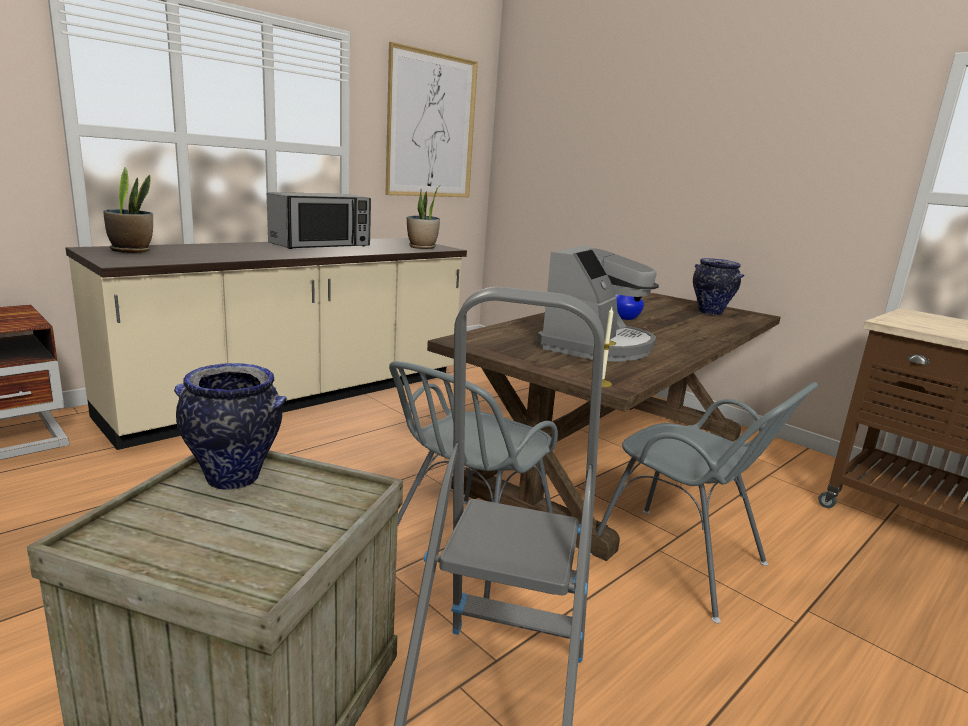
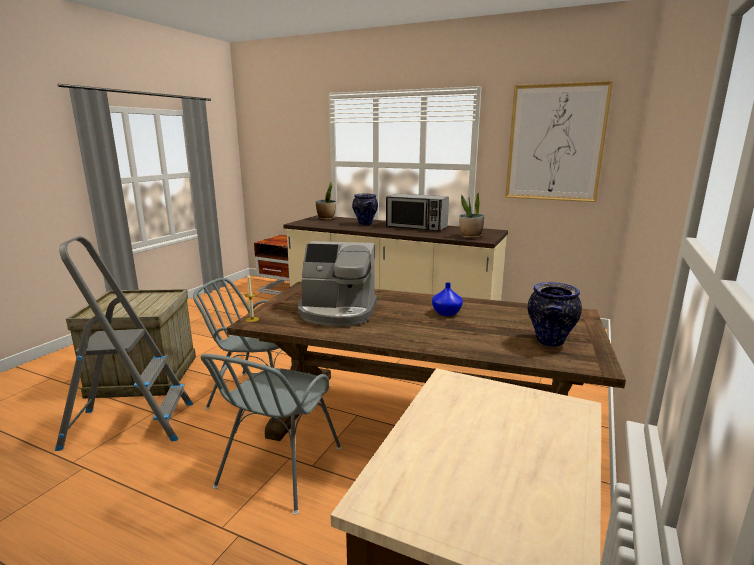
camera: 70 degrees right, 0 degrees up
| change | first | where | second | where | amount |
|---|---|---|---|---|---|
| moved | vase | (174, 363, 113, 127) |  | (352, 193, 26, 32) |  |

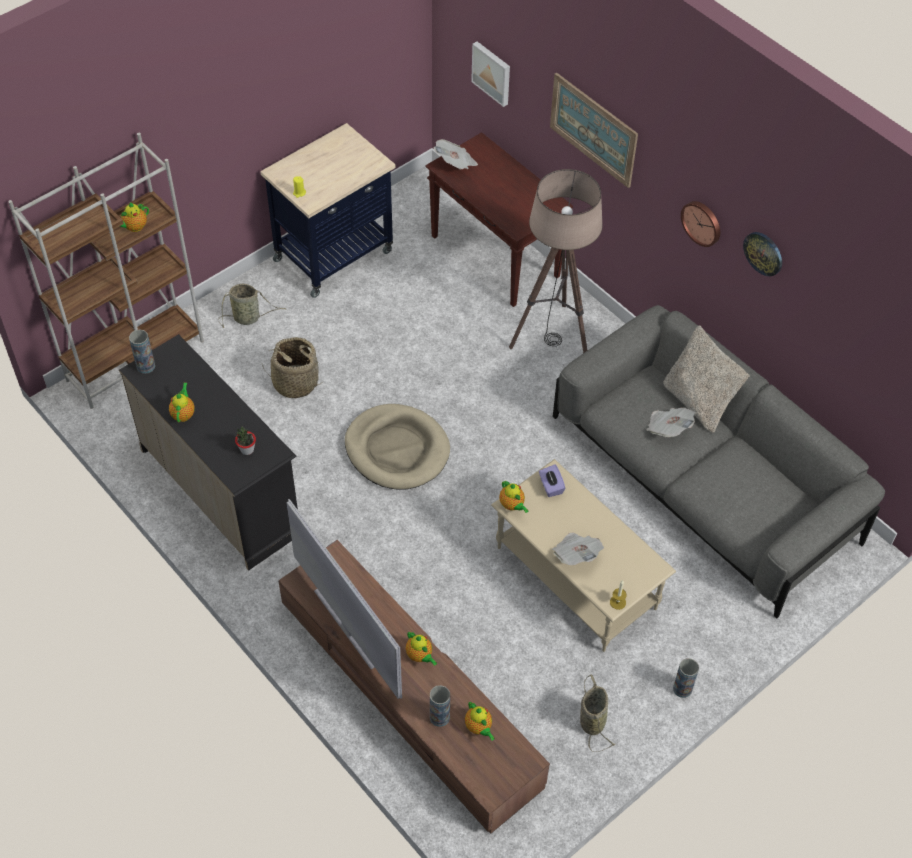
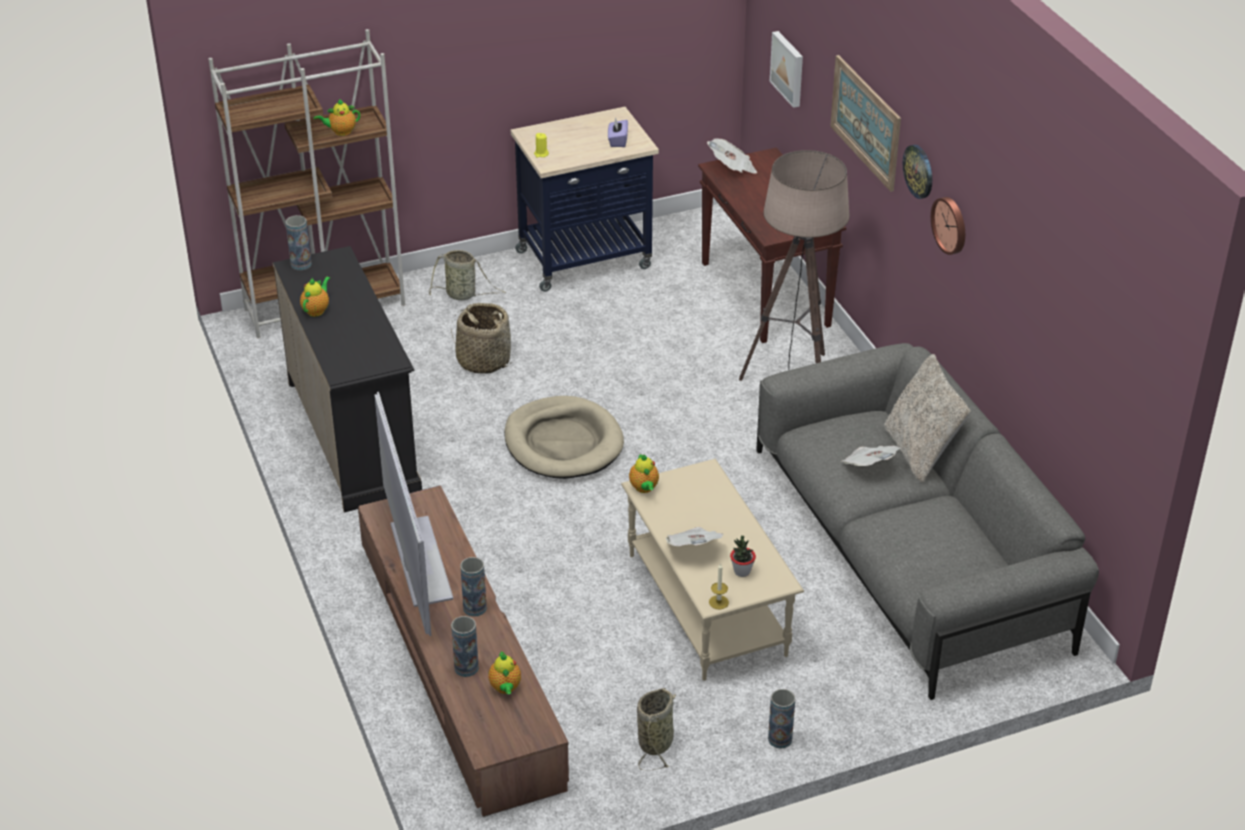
camera: 20 degrees right, 15 degrees down
| change | first | where | second | where | amount |
|---|---|---|---|---|---|
| moved | wall clock | (743, 232, 39, 44) |  | (903, 145, 29, 54) |  |
| moved | potted plant | (235, 427, 21, 28) |  | (730, 536, 26, 41) |  |
| moved | purple tissue box | (539, 465, 26, 32) |  | (608, 117, 20, 30) |  |
| replaced | teapot | (406, 632, 31, 34) | vase | (460, 557, 27, 60) |  |

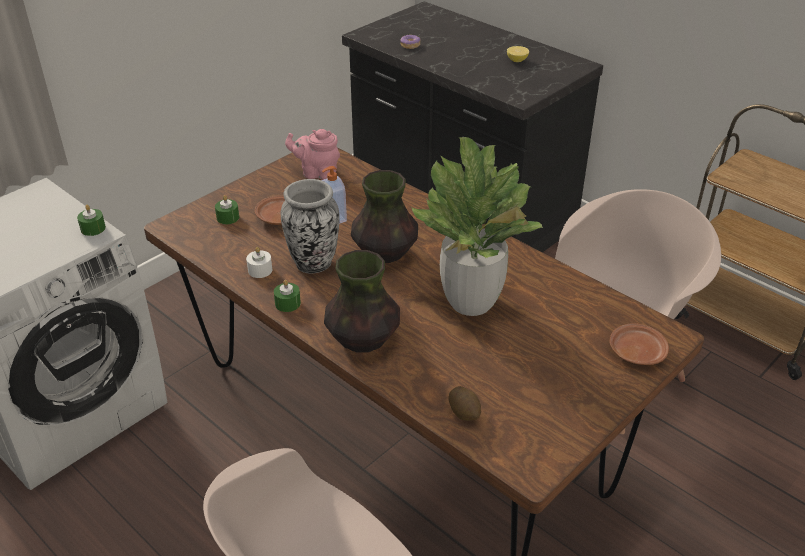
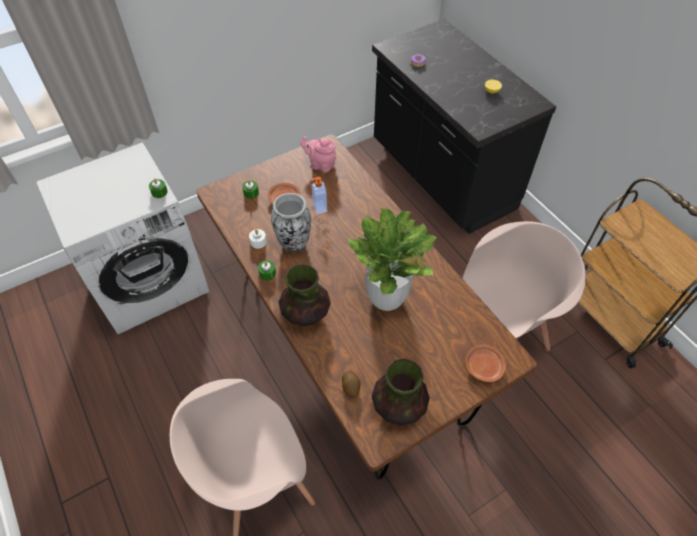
camera: 15 degrees right, 15 degrees up
| change | first | where | second | where | amount |
|---|---|---|---|---|---|
| moved | vase | (351, 170, 67, 93) |  | (372, 359, 58, 67) |  |

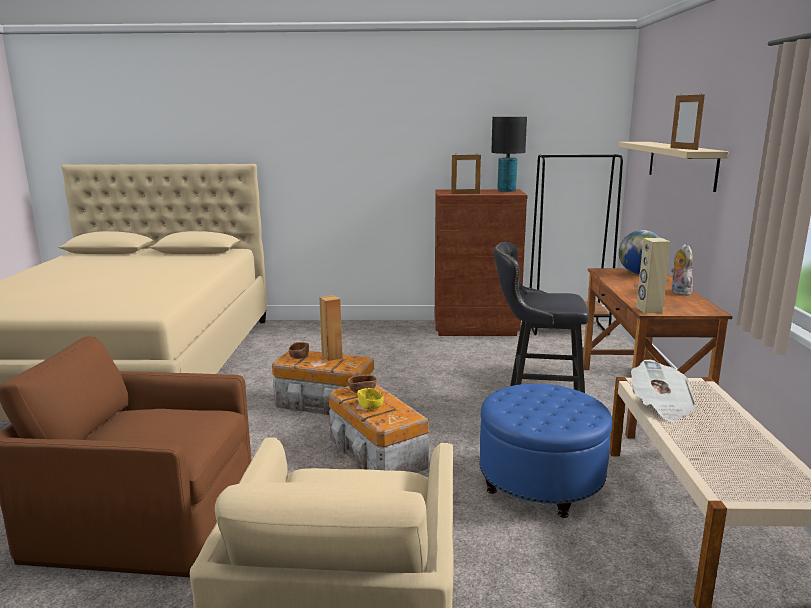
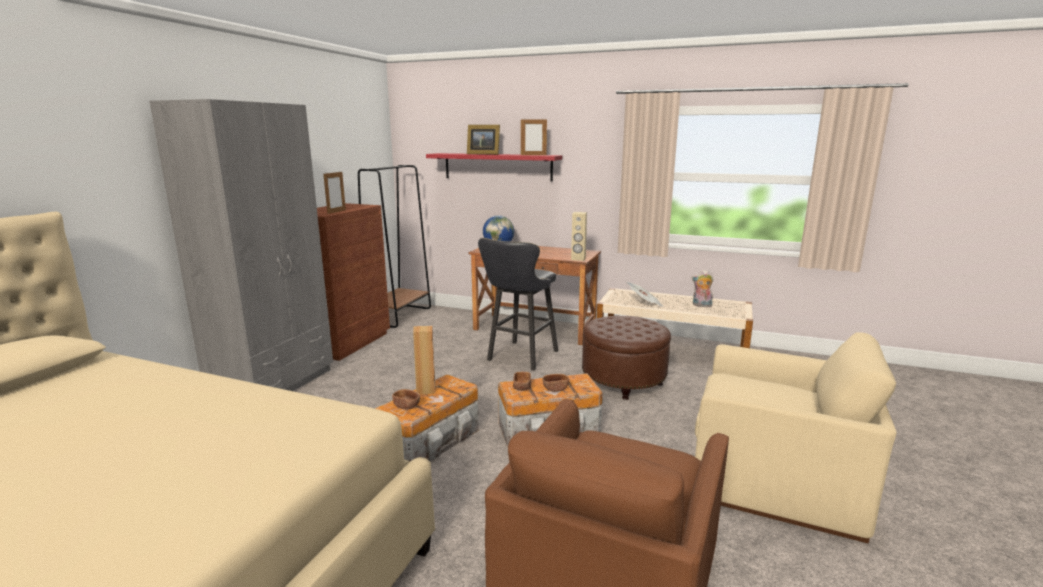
camera: 70 degrees left, 0 degrees up
| change | first | where | second | where | amount |
|---|---|---|---|---|---|
| removed | black table lamp | (491, 117, 36, 75) |  |  |  |
| recoloured | beige shelf | (618, 142, 110, 50) | red shelf | (426, 153, 136, 29) |  |
| moved | plush toy | (671, 244, 22, 51) |  | (692, 270, 22, 37) |  |
| recoloured | blue ottoman | (479, 384, 133, 134) | brown ottoman | (582, 316, 89, 84) |  |
| recoloured | yellow bowl | (357, 388, 26, 22) | brown bowl | (542, 374, 27, 18) |  |
| added |  |  | grey wardrobe | (149, 99, 184, 292) |  |
| added |  |  | picture frame | (467, 125, 33, 30) |  |

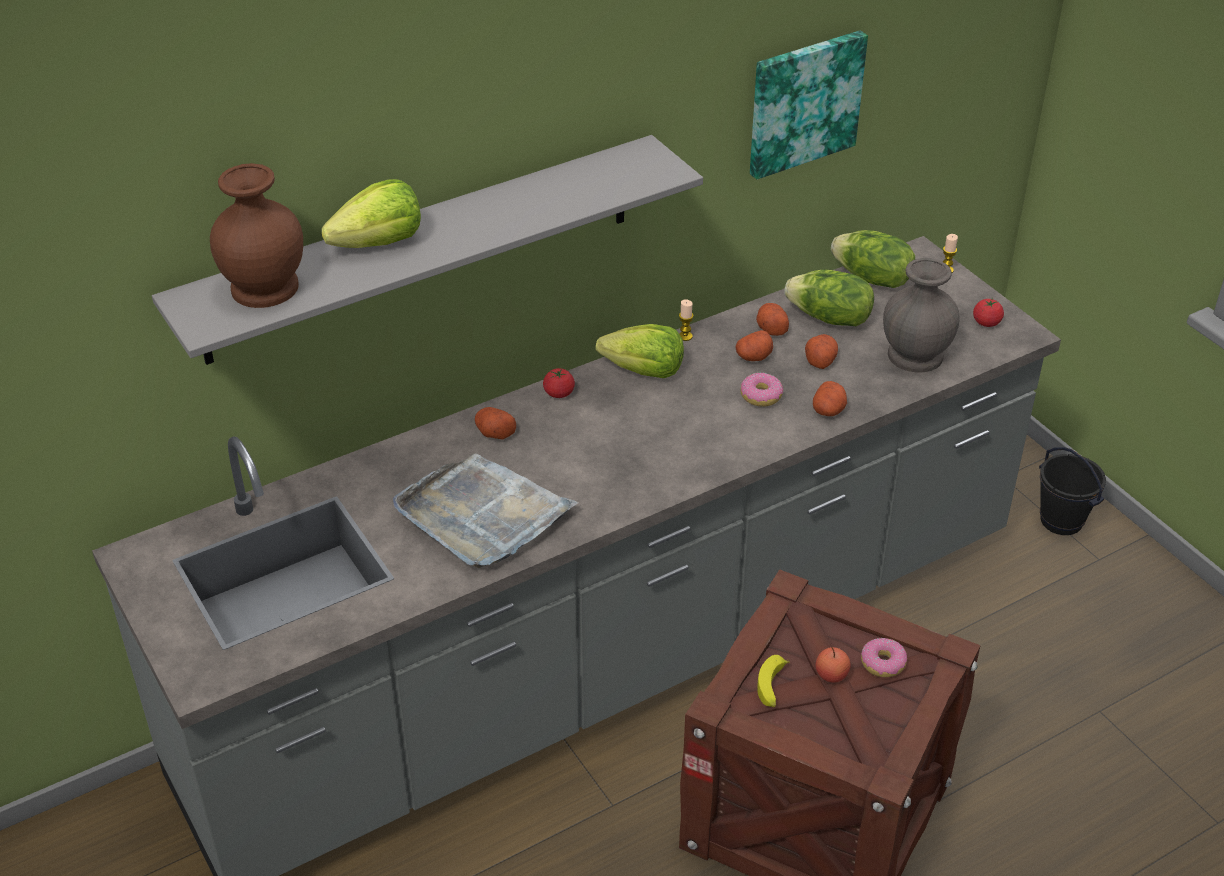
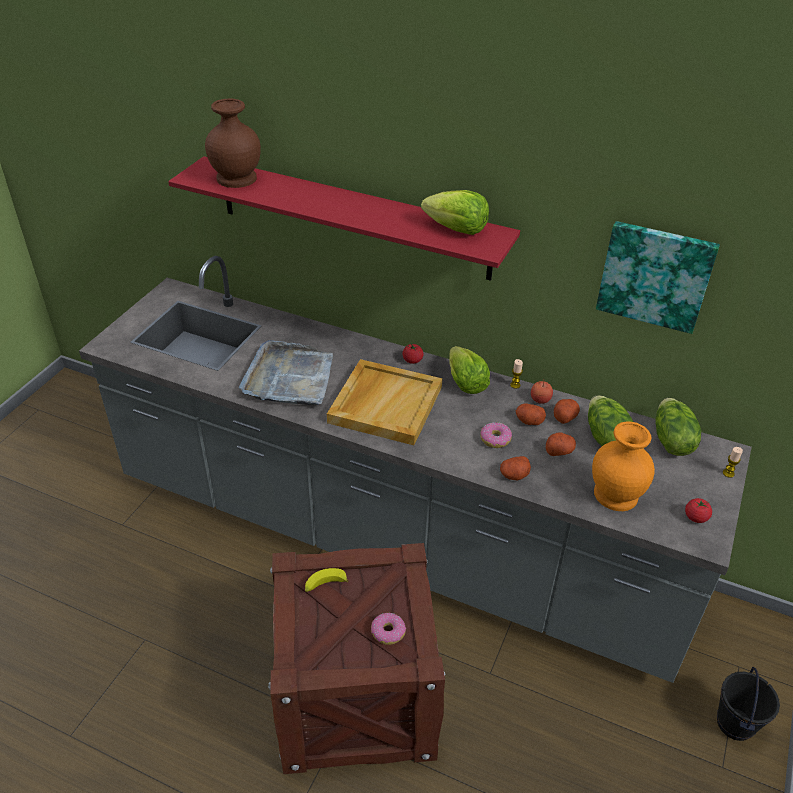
camera: 55 degrees right, 0 degrees up
| change | first | where | second | where | amount |
|---|---|---|---|---|---|
| recoloured | grey shelf | (152, 135, 551, 230) | red shelf | (168, 156, 352, 125) |  |
| moved | lettuce | (322, 179, 99, 69) |  | (421, 190, 68, 45) |  |
| recoloured | grey vase | (883, 258, 77, 114) | orange vase | (592, 422, 63, 89) |  |
| removed | potato | (475, 407, 41, 32) |  |  |  |
| moved | apple | (816, 647, 34, 36) |  | (531, 380, 22, 24) |  |
| added |  |  | beige tray | (327, 359, 115, 86) |  |

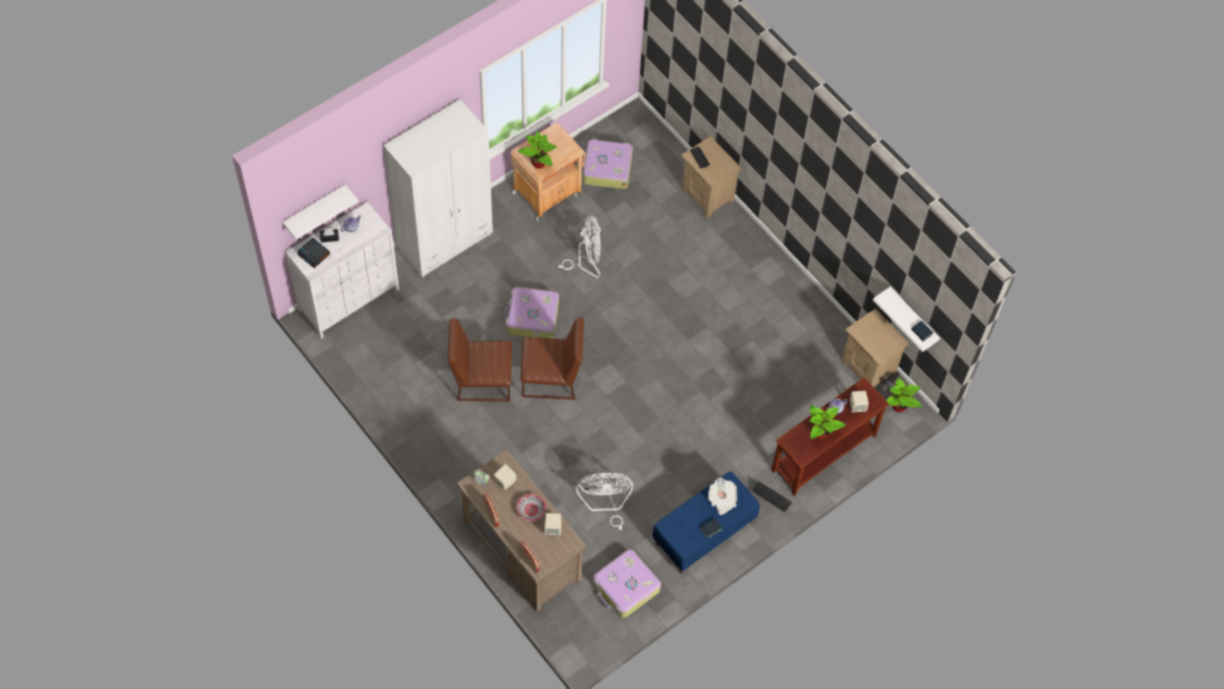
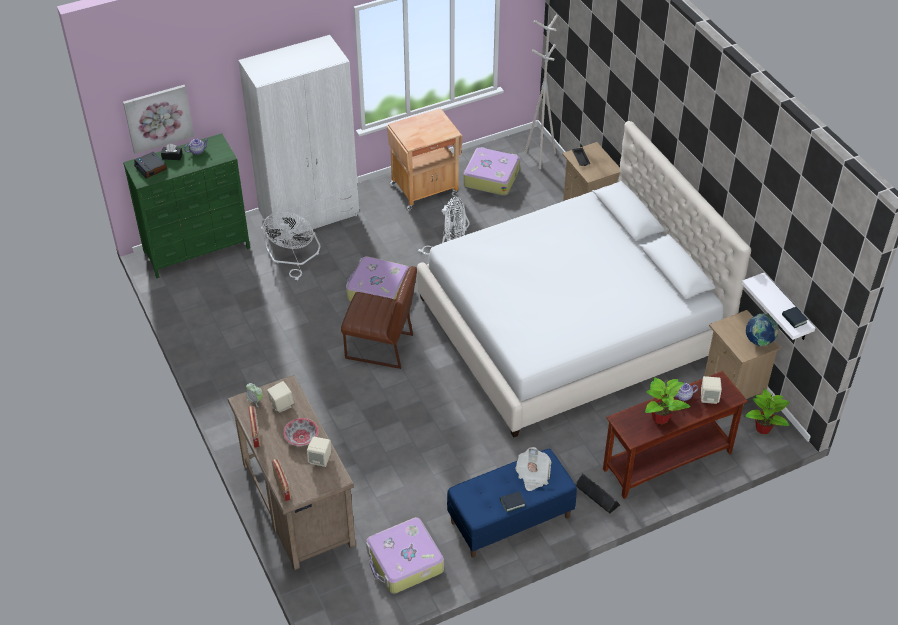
camera: 15 degrees right, 15 degrees down
| change | first | where | second | where | amount |
|---|---|---|---|---|---|
| removed | potted plant | (518, 131, 39, 38) |  |  |  |
| replaced | white shelf | (283, 185, 75, 55) | picture | (123, 85, 71, 69) |  |
| recoloured | white dresser | (285, 202, 114, 137) | green dresser | (123, 133, 127, 145) |  |
| removed | brown chair | (448, 318, 64, 83) |  |  |  |
| moved | white fan | (575, 473, 58, 57) |  | (261, 212, 59, 69) |  |
| added |  |  | grey clothes rack | (525, 15, 33, 154) |  |
| added |  |  | white bed | (417, 121, 334, 316) |  |
| added |  |  | globe | (746, 314, 33, 33) |  |

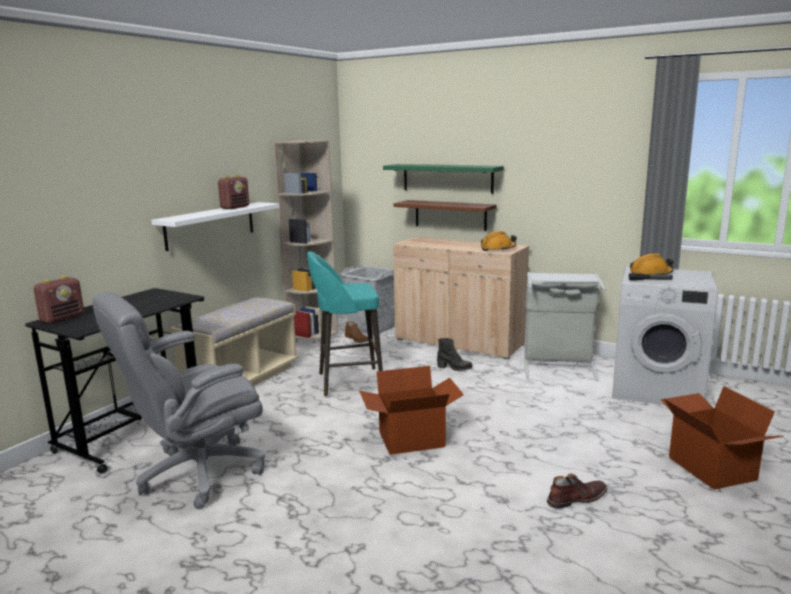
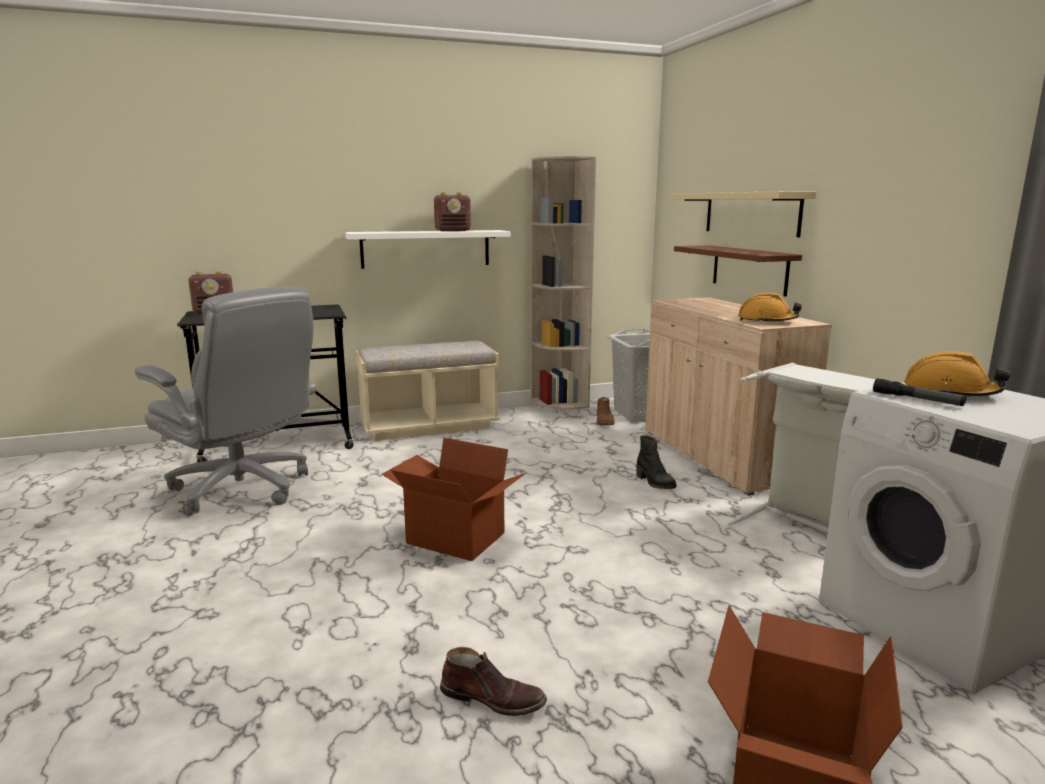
camera: 40 degrees right, 0 degrees up
| change | first | where | second | where | amount |
|---|---|---|---|---|---|
| recoloured | green shelf | (383, 164, 121, 30) | beige shelf | (671, 191, 146, 46) |  |
| removed | turquoise stool | (307, 251, 76, 145) |  |  |  |
| turned | grey office chair | (93, 292, 172, 217) |  | (135, 287, 181, 229) | 150 degrees counterclockwise |

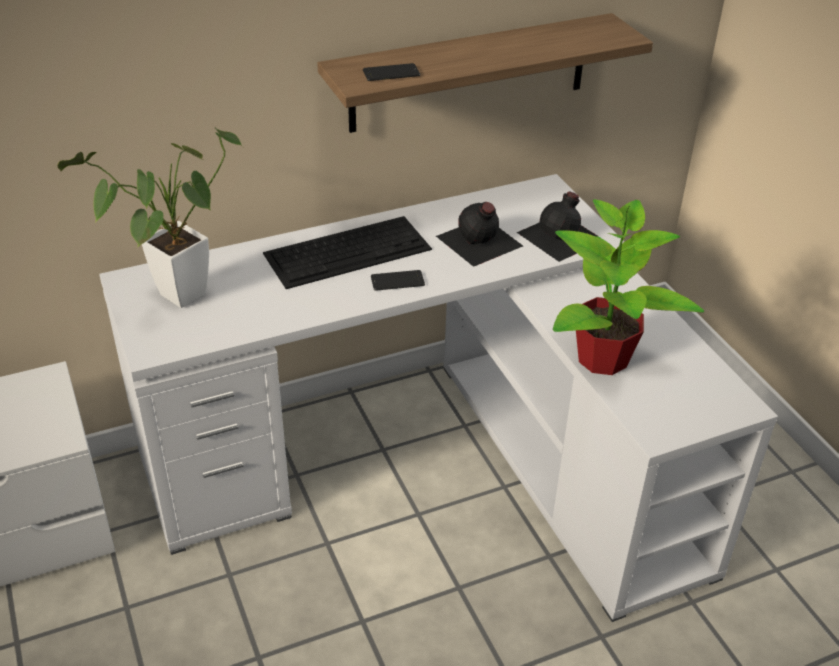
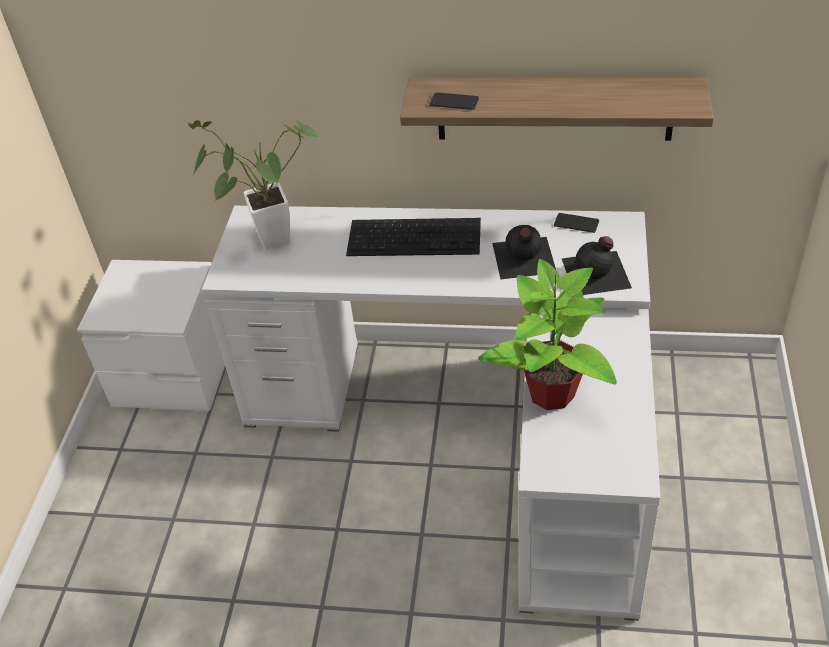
camera: 35 degrees right, 5 degrees up
| change | first | where | second | where | amount |
|---|---|---|---|---|---|
| moved | phone | (371, 270, 54, 21) |  | (554, 213, 45, 20) |  |

